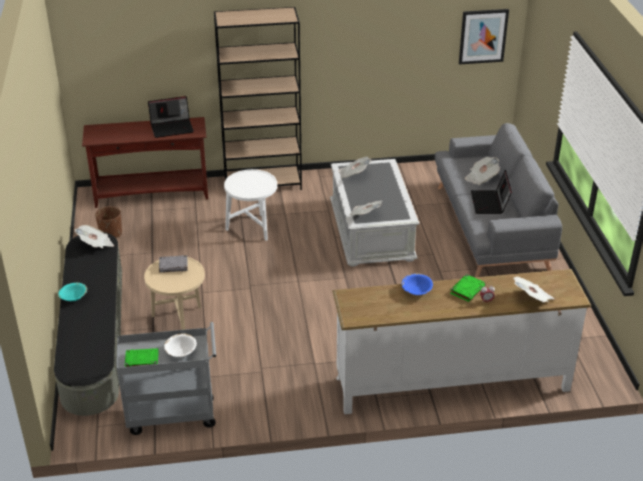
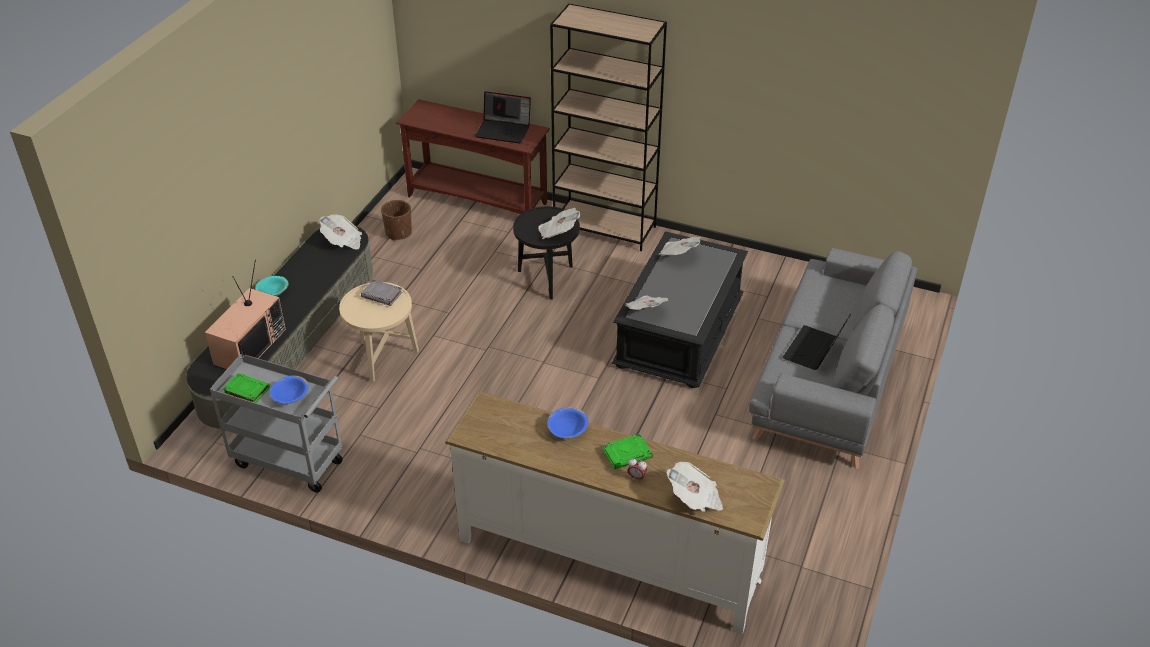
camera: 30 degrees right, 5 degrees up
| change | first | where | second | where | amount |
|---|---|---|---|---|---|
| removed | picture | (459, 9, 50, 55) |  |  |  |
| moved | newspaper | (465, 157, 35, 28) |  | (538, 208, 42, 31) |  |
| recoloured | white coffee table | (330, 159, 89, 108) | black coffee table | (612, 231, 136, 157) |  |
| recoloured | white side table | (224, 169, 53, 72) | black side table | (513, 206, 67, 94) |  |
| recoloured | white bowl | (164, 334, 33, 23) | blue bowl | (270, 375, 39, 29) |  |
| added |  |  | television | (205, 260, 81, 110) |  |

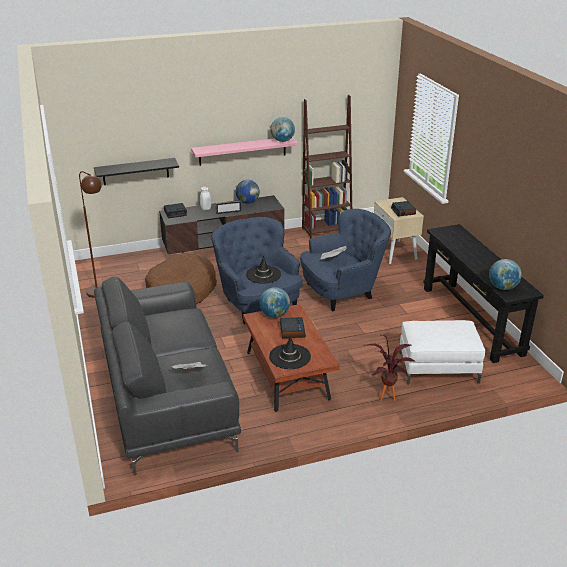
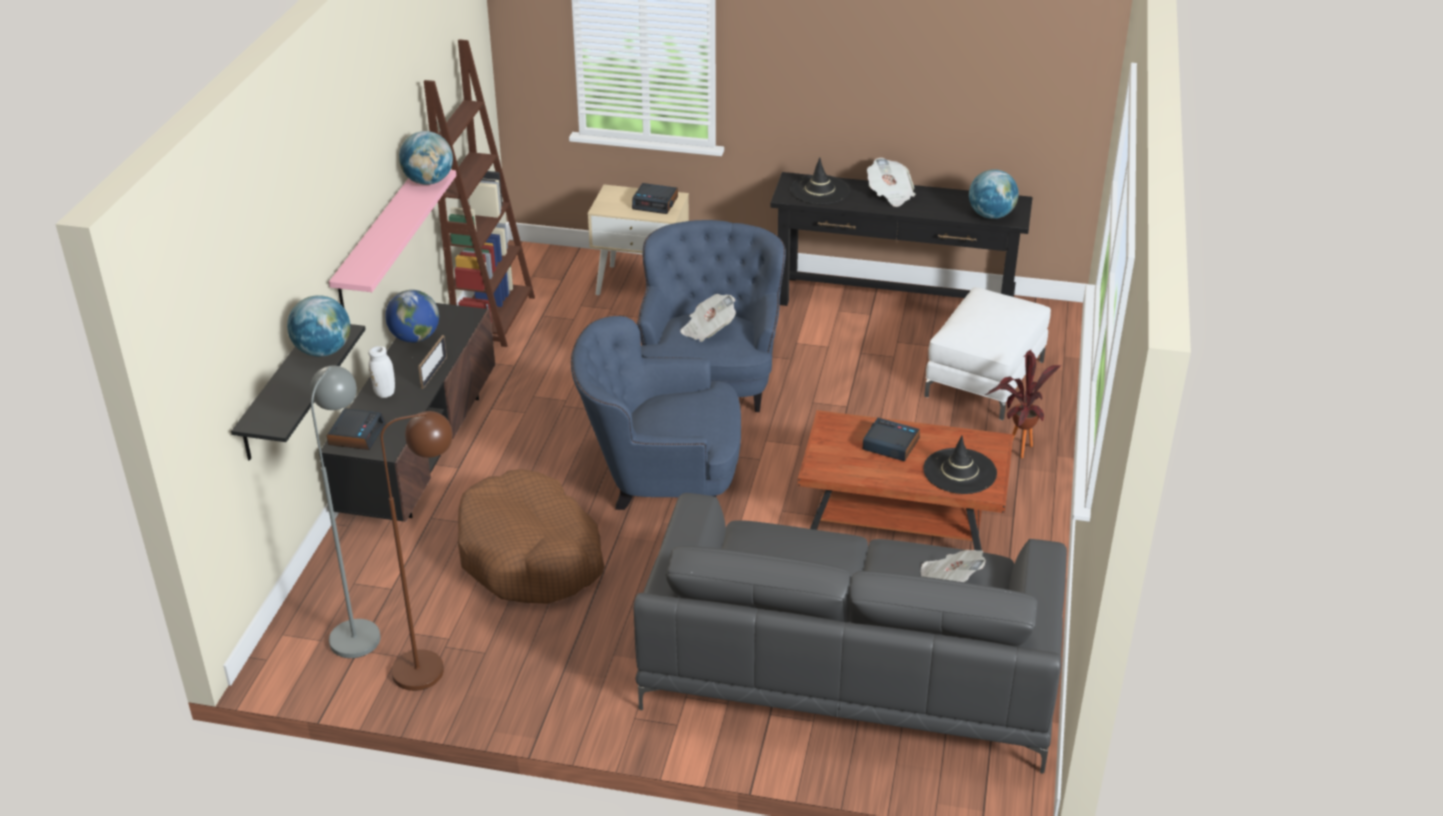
camera: 60 degrees left, 5 degrees up
| change | first | where | second | where | amount |
|---|---|---|---|---|---|
| moved | black hat | (246, 256, 35, 28) |  | (790, 157, 60, 48) |  |
| moved | globe | (260, 287, 30, 31) |  | (287, 295, 63, 62) |  |
| added |  |  | newspaper | (867, 158, 49, 49) |  |
| added |  |  | grey floor lamp | (310, 366, 71, 292) |  |

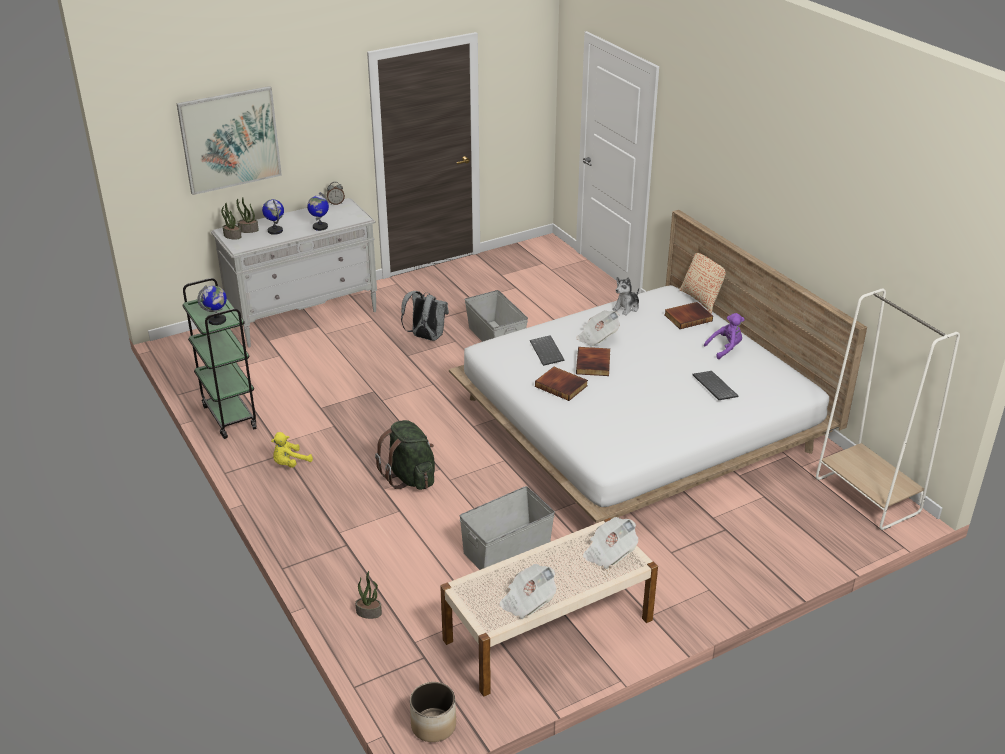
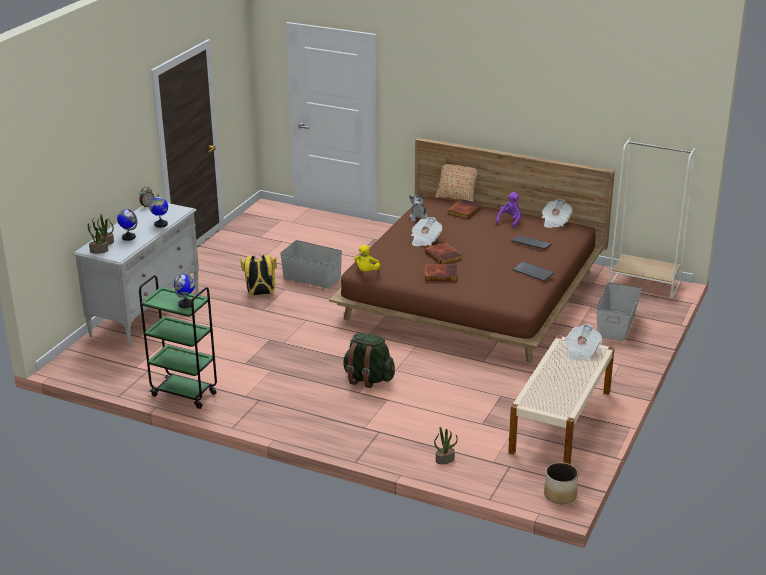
camera: 35 degrees left, 5 degrees down
| change | first | where | second | where | amount |
|---|---|---|---|---|---|
| removed | picture | (176, 86, 106, 109) |  |  |  |
| recoloured | white bed | (449, 210, 418, 313) | brown bed | (329, 138, 286, 225) |  |
| recoloured | grey backpack | (401, 291, 48, 50) | yellow backpack | (241, 255, 36, 40) |  |
| moved | keyboard | (530, 335, 35, 31) |  | (513, 261, 41, 20) |  |
| moved | yellow plush toy | (271, 432, 42, 36) |  | (354, 245, 26, 26) |  |
| moved | grey storage box | (460, 486, 95, 84) |  | (596, 282, 46, 59) |  |
| moved | newspaper | (499, 564, 58, 55) |  | (542, 199, 31, 29) |  |

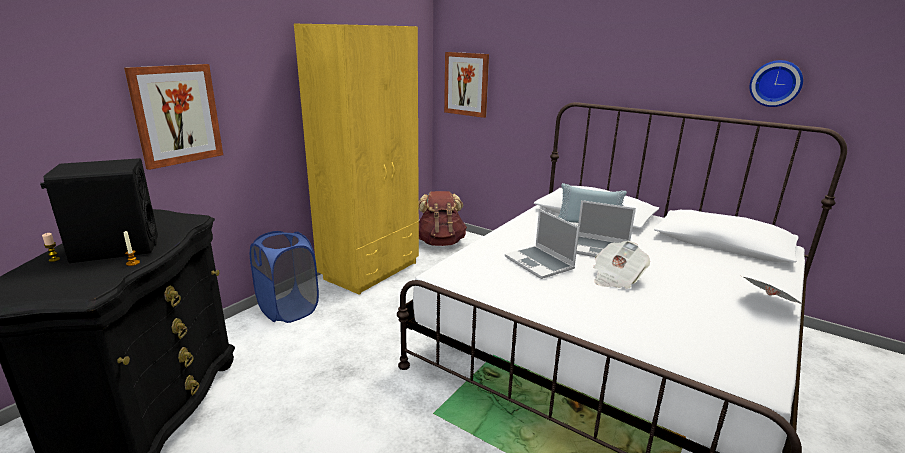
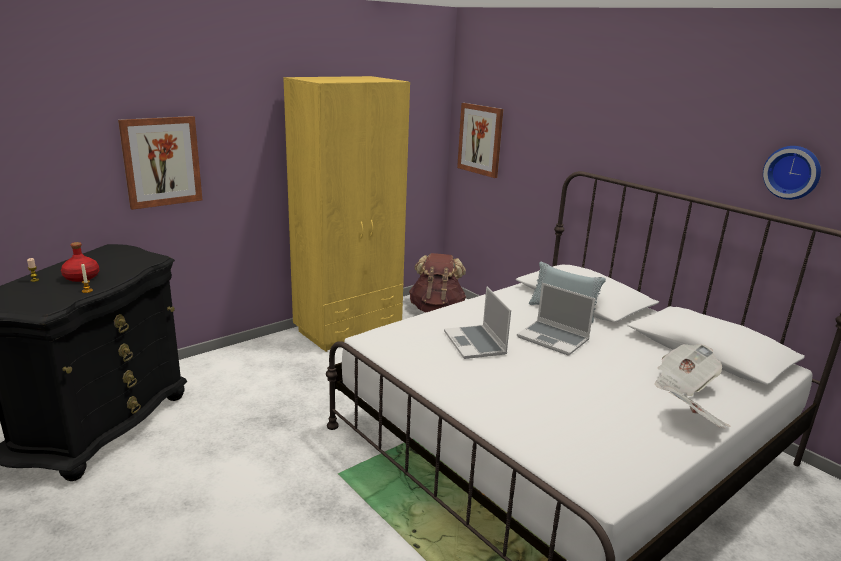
camera: 15 degrees right, 0 degrees up
| change | first | where | second | where | amount |
|---|---|---|---|---|---|
| replaced | black speaker | (40, 158, 118, 105) | red bottle | (61, 242, 38, 40) |  |
| removed | blue laundry basket | (250, 231, 69, 92) |  |  |  |
| moved | newspaper | (593, 241, 57, 48) |  | (655, 344, 67, 52) |  |

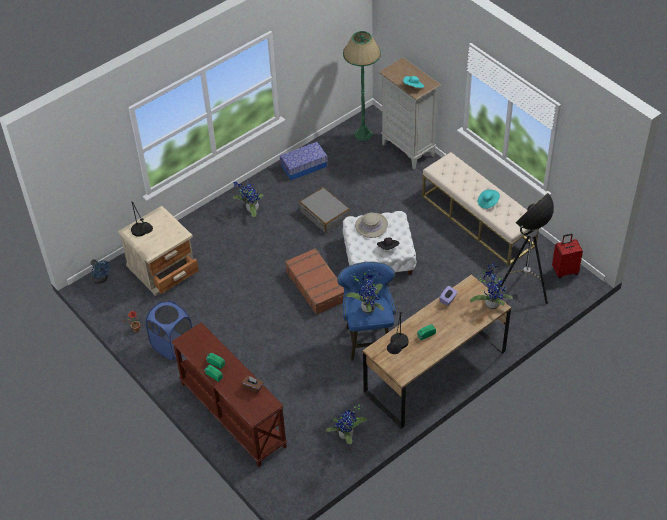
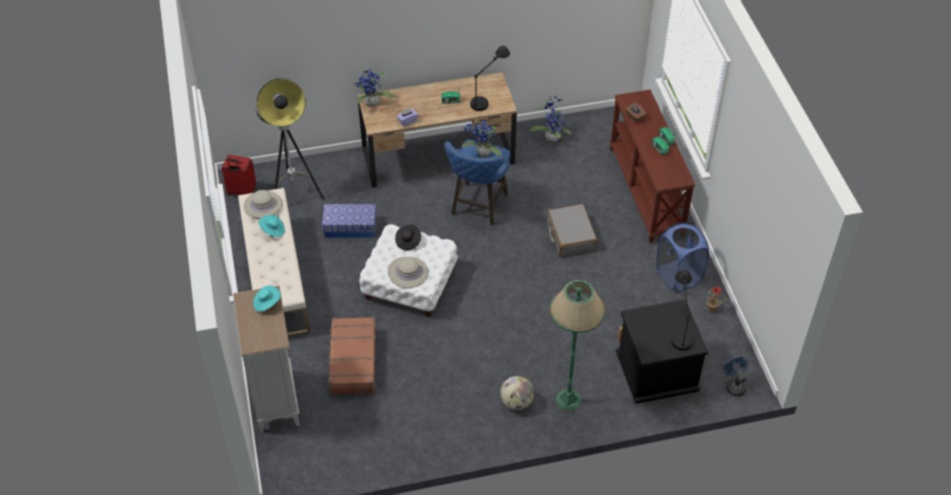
camera: 155 degrees left, 0 degrees up
| change | first | where | second | where | amount |
|---|---|---|---|---|---|
| moved | green floor lamp | (343, 31, 38, 110) |  | (550, 280, 55, 131) |  |
| moved | storage box | (280, 142, 48, 38) |  | (322, 204, 54, 34) |  |
| replaced | potted plant | (233, 181, 31, 36) | globe | (500, 376, 34, 34) |  |
| moved | grey suitcase | (299, 187, 51, 46) |  | (547, 204, 50, 53) |  |
| recoloured | beige nightstand | (118, 206, 81, 90) | black nightstand | (616, 299, 92, 105) |  |
| moved | brown suitcase | (285, 248, 59, 67) |  | (327, 317, 49, 78) |  |
| added |  |  | beige hat | (244, 190, 39, 29) |  |

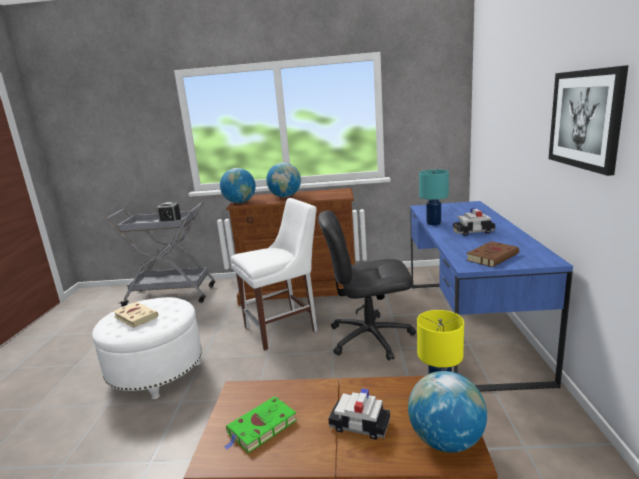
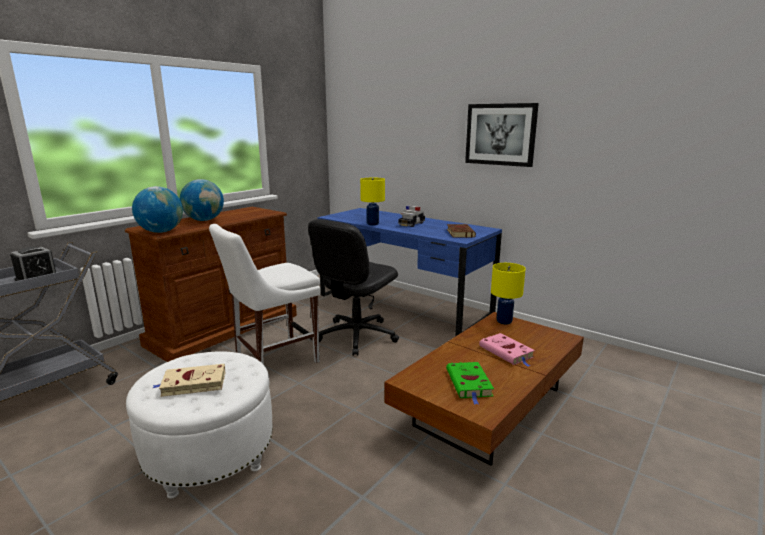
camera: 55 degrees left, 0 degrees up
| change | first | where | second | where | amount |
|---|---|---|---|---|---|
| recoloured | turquoise table lamp | (419, 169, 30, 56) | yellow table lamp | (360, 178, 25, 48) |  |
| turned | white chair | (231, 198, 86, 152) |  | (209, 224, 112, 141) | 135 degrees counterclockwise |
| removed | globe | (408, 371, 79, 82) |  |  |  |
| replaced | toy car | (328, 388, 62, 52) | pink book | (479, 333, 56, 34) |  |

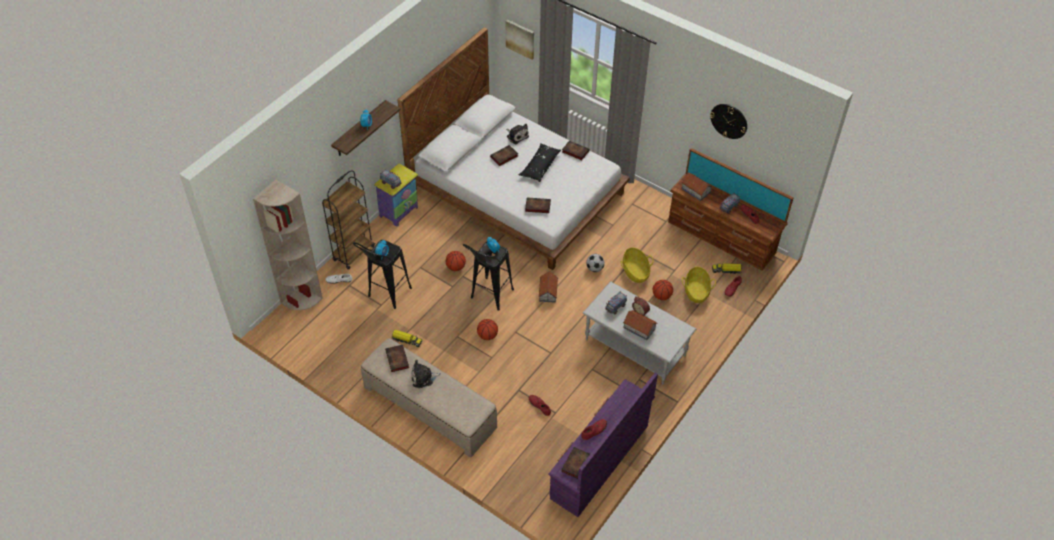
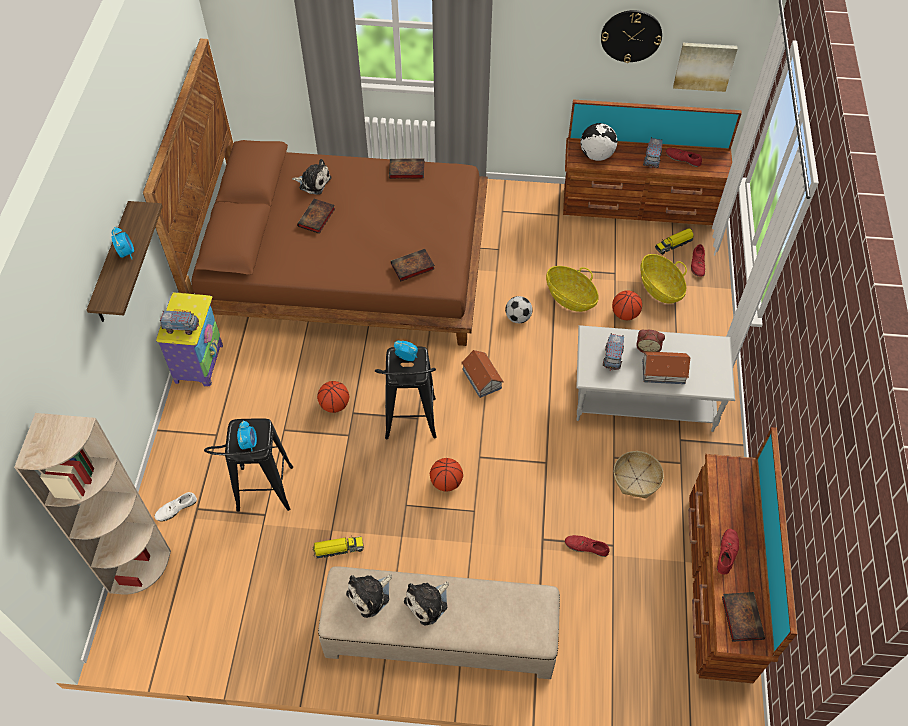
camera: 30 degrees left, 5 degrees up
| change | first | where | second | where | amount |
|---|---|---|---|---|---|
| moved | picture | (505, 19, 29, 41) |  | (673, 43, 65, 49) |  |
| recoloured | white bed | (397, 27, 233, 243) | brown bed | (143, 38, 345, 308) |  |
| removed | black pillow | (519, 143, 42, 39) |  |  |  |
| removed | brown cart | (322, 170, 53, 100) |  |  |  |
| replaced | toy house | (681, 173, 32, 28) | globe | (581, 123, 37, 38) |  |
| replaced | book | (385, 345, 24, 27) | plush toy | (346, 574, 46, 44) |  |
| recoloured | purple dresser | (548, 372, 110, 145) | brown dresser | (688, 427, 109, 256) |  |
| added |  |  | basket | (614, 451, 50, 48) |  |

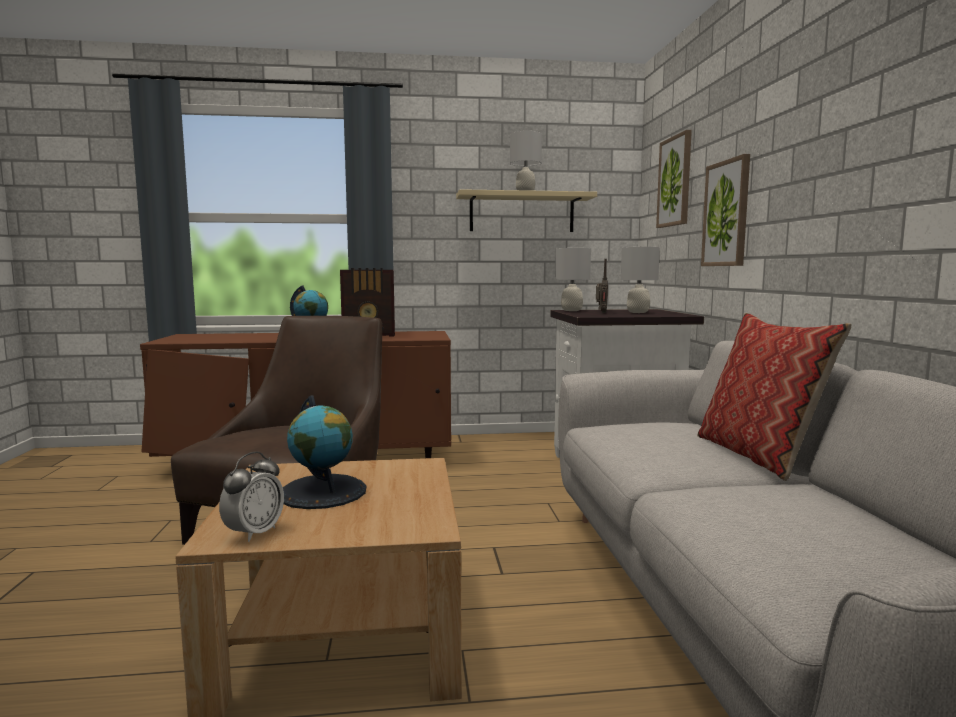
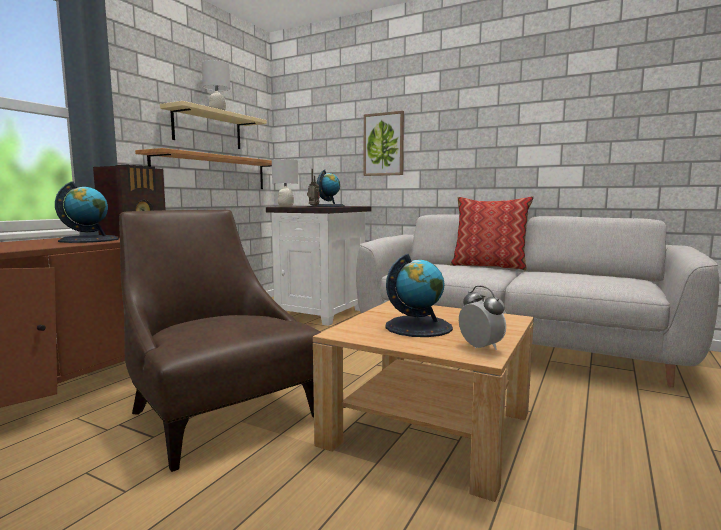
camera: 55 degrees left, 0 degrees up
| change | first | where | second | where | amount |
|---|---|---|---|---|---|
| removed | picture | (656, 130, 36, 98) |  |  |  |
| replaced | grey table lamp | (621, 246, 39, 67) | globe | (316, 170, 29, 37) |  |
| added |  |  | shelf | (135, 148, 137, 41) |  |

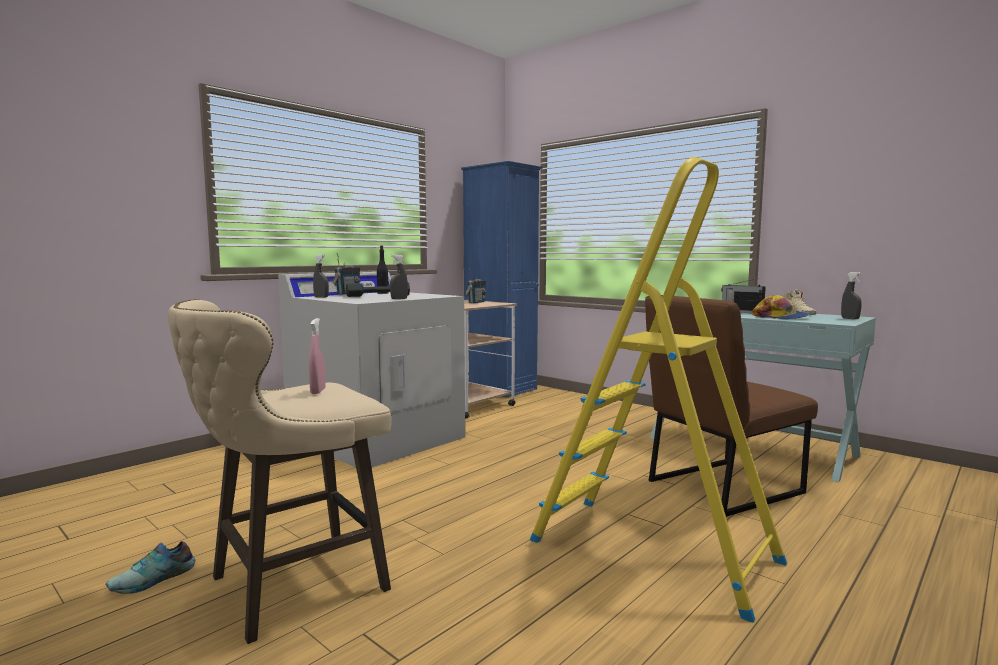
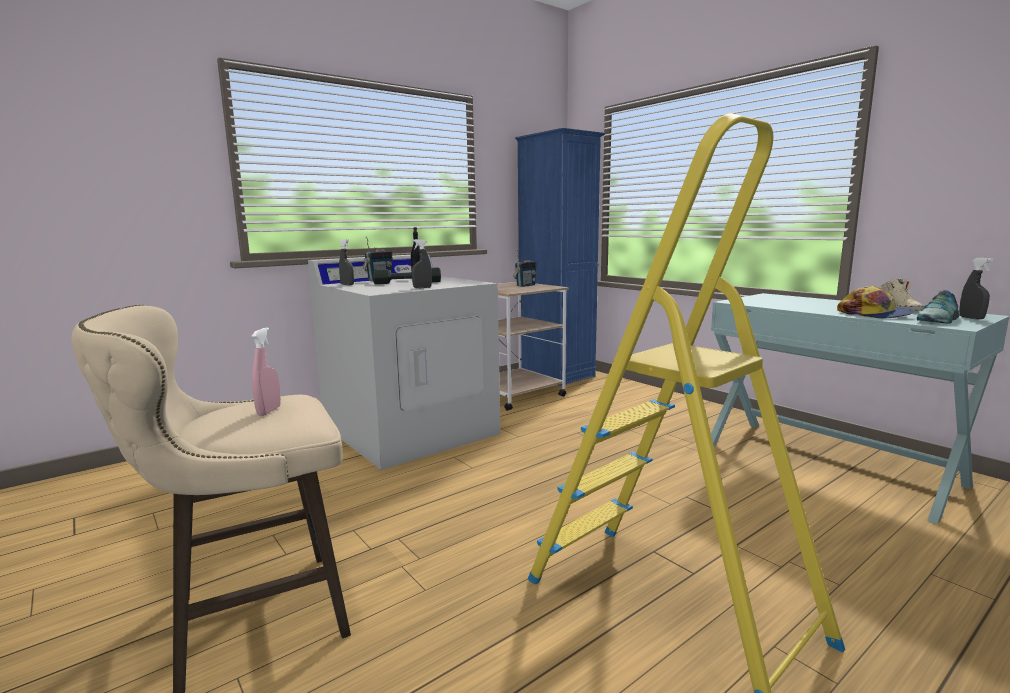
camera: 10 degrees right, 5 degrees up
| change | first | where | second | where | amount |
|---|---|---|---|---|---|
| removed | radio | (721, 278, 45, 35) |  |  |  |
| removed | brown chair | (645, 295, 173, 222) |  |  |  |
| moved | shoe | (106, 541, 89, 53) |  | (917, 290, 42, 34) |  |

